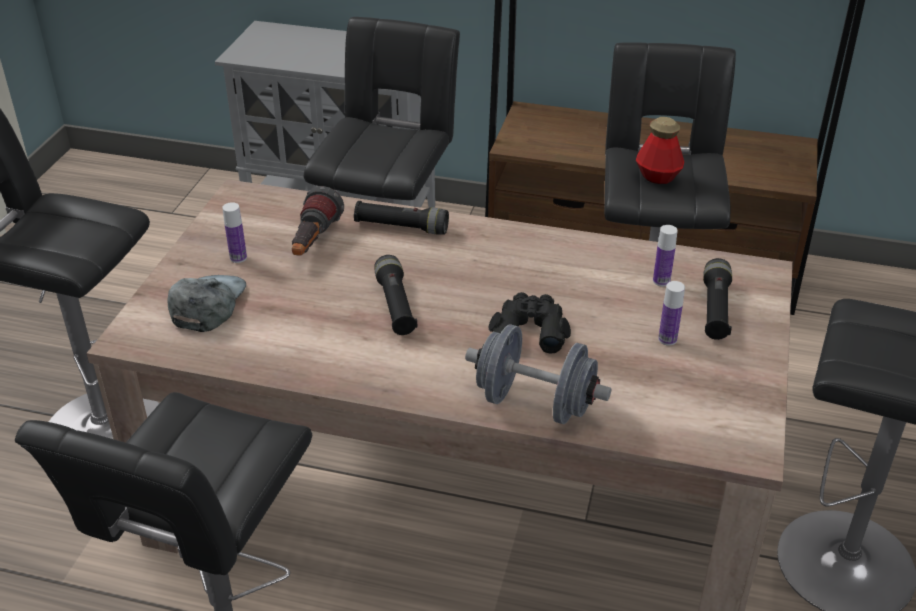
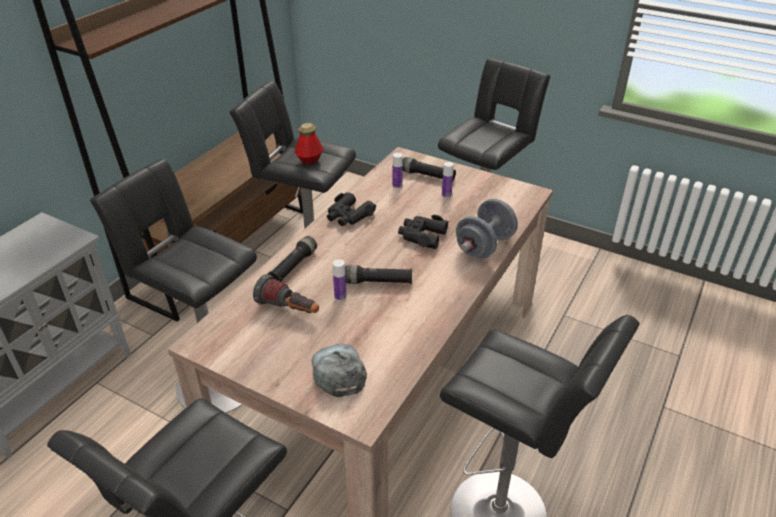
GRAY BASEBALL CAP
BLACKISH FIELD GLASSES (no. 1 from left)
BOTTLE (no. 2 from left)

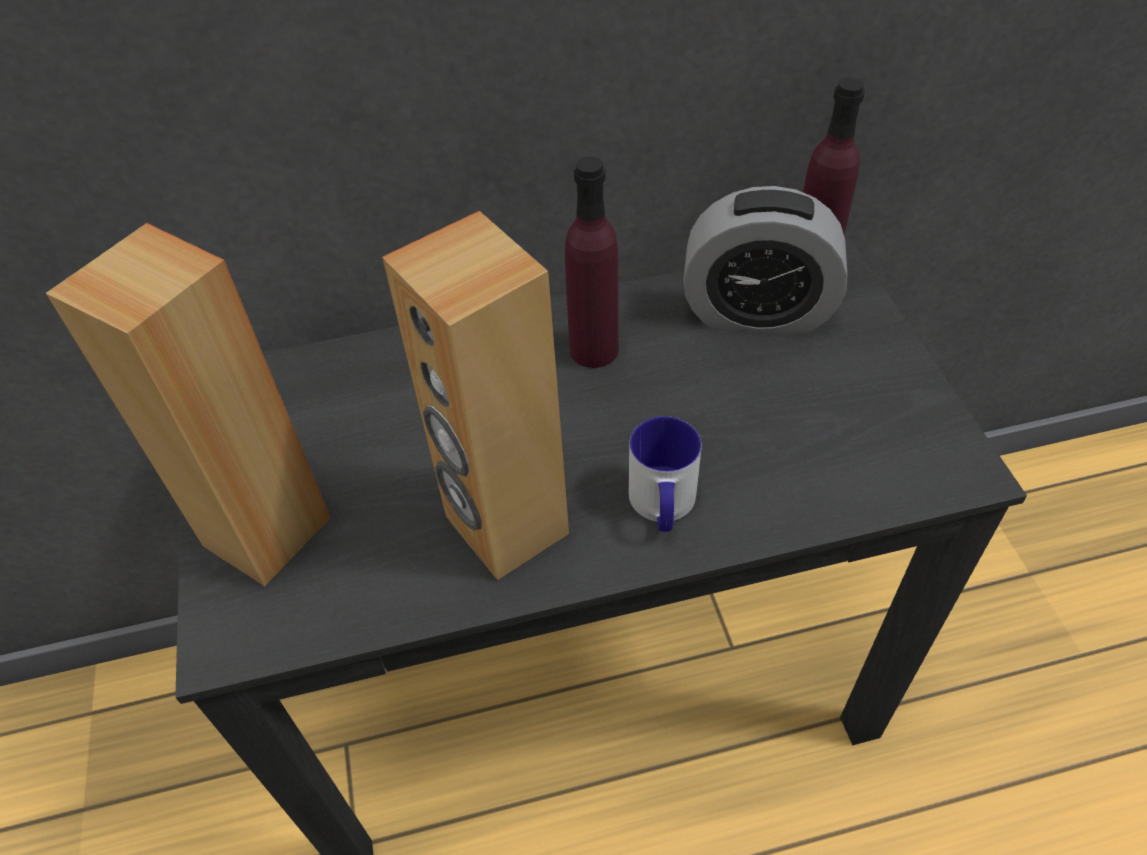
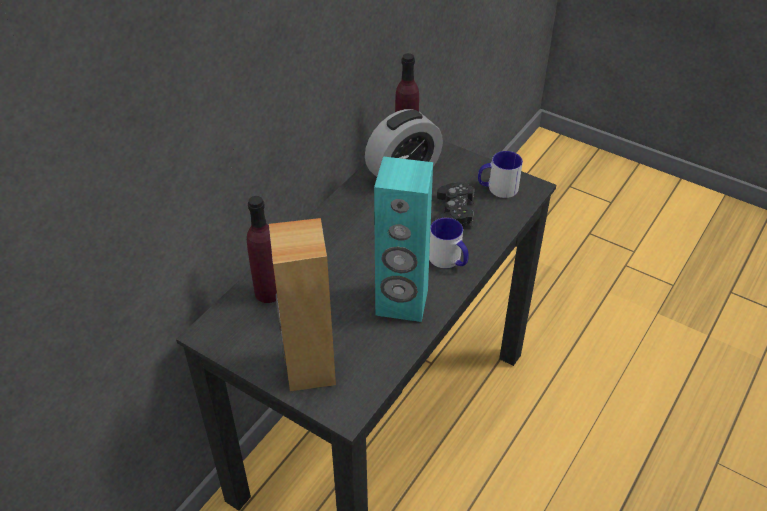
PURPLE-COLOURED BOTTLE (no. 1 from left)
TURQUOISE-COLOURED LOUDSPEAKER
BLACKISH GAME CONTROLLER
MUG (no. 2 from left)

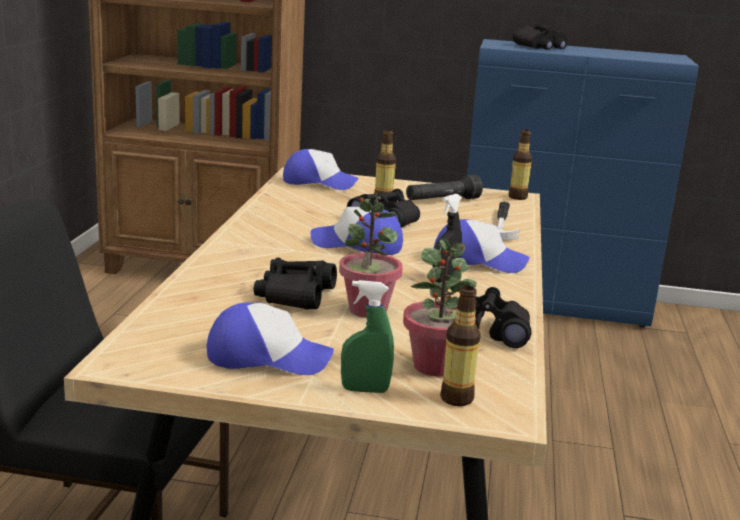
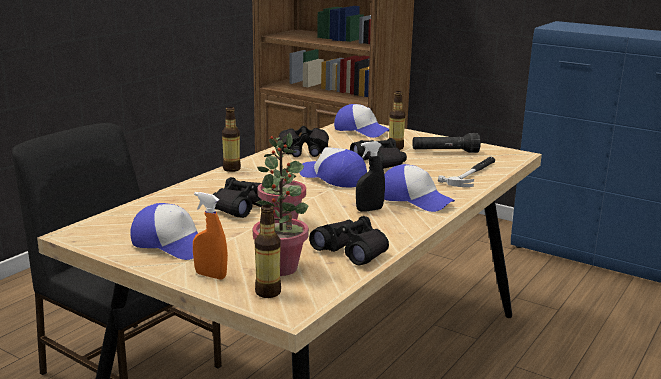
ORANGE-COLOURED SPRAYER
BOTTLE (no. 1 from left)
BLACKISH FIELD GLASSES (no. 2 from left)

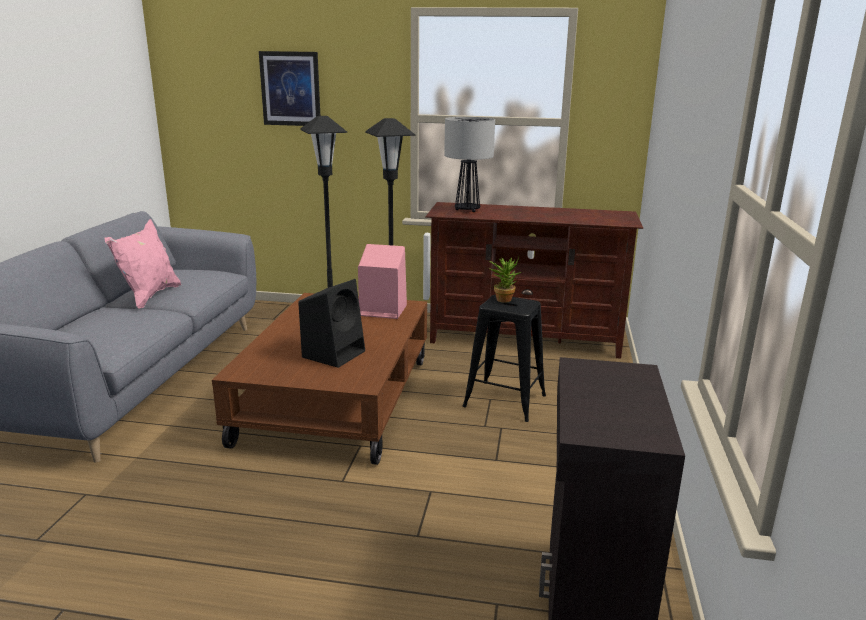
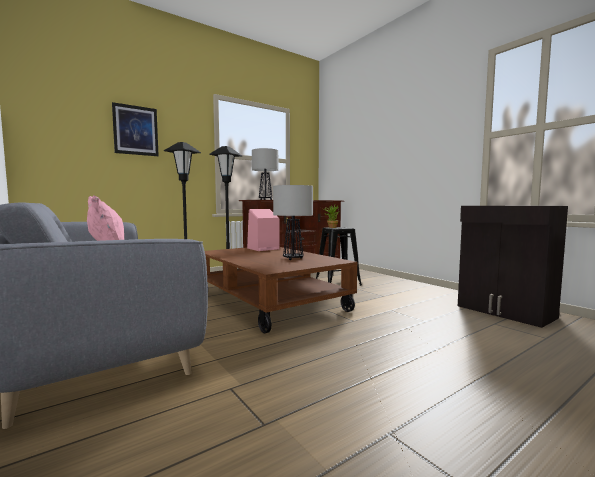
TABLE LAMP (no. 2 from left)

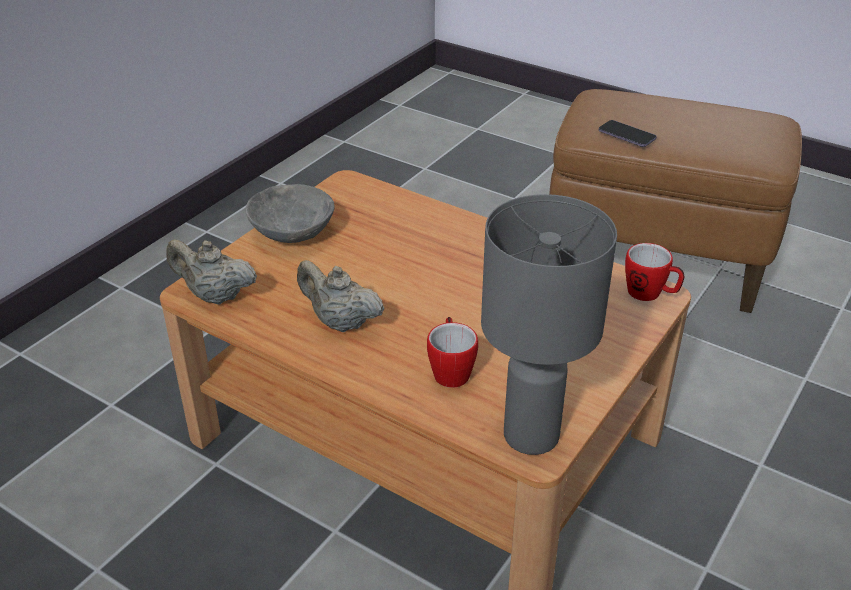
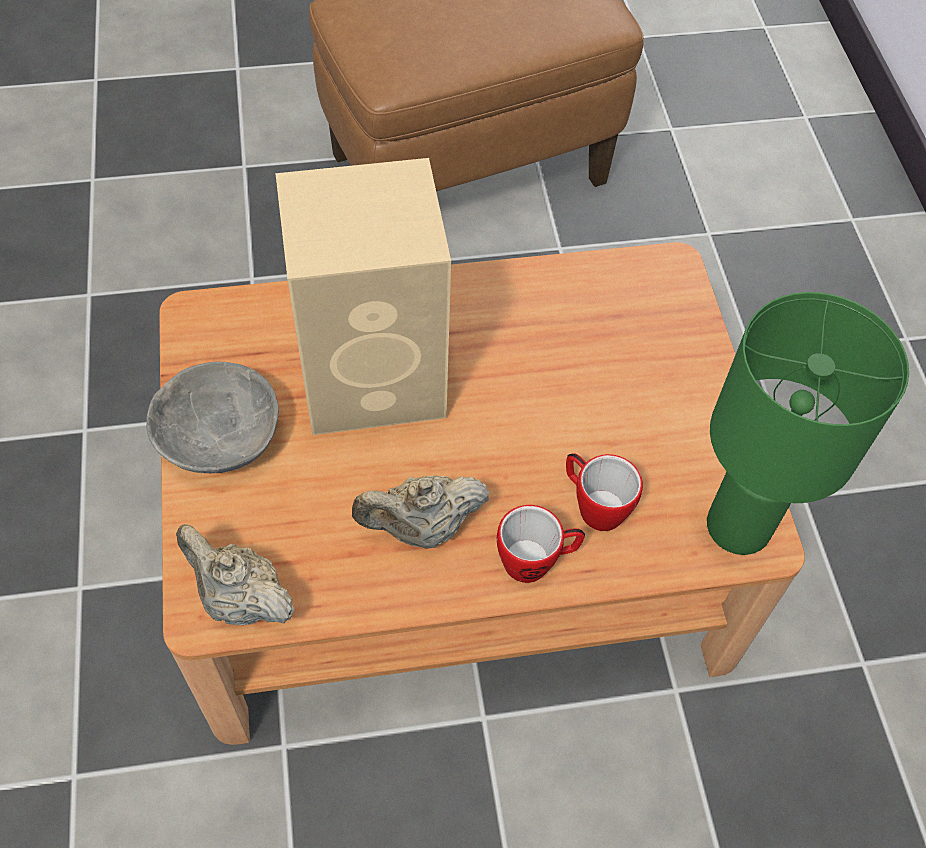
SAND-COLOURED TEAPOT (no. 1 from left)
SAND-COLOURED LOUDSPEAKER
MUG (no. 1 from left)
GREEN TABLE LAMP
TELEPHONE

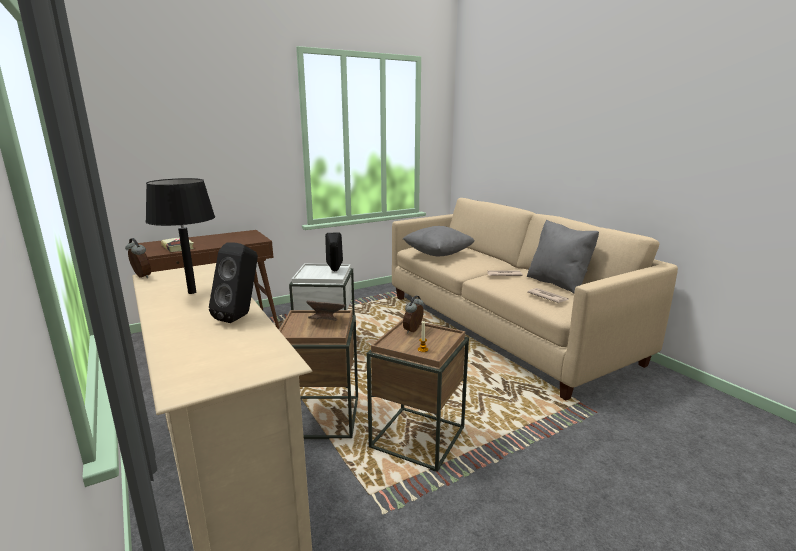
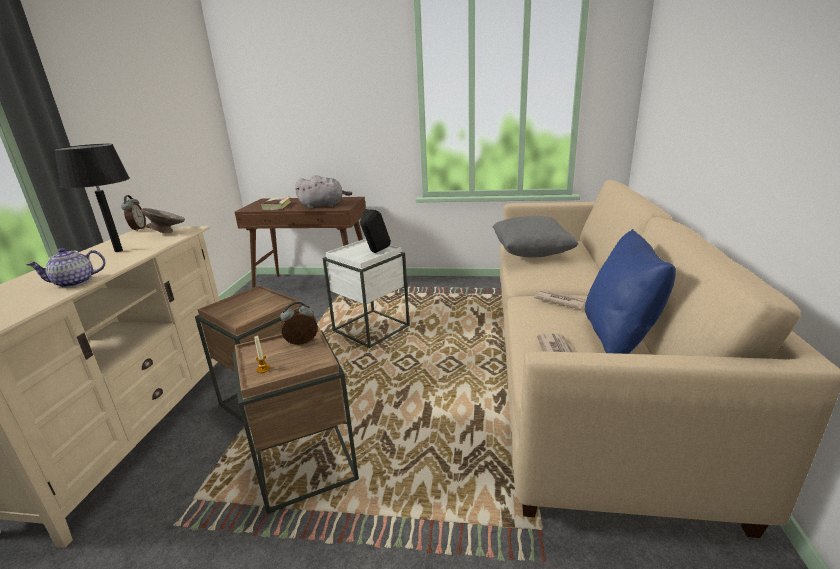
TEAPOT
GRAY DEEP DISH
GRAY CUDDLY TOY
BLUE CUSHION

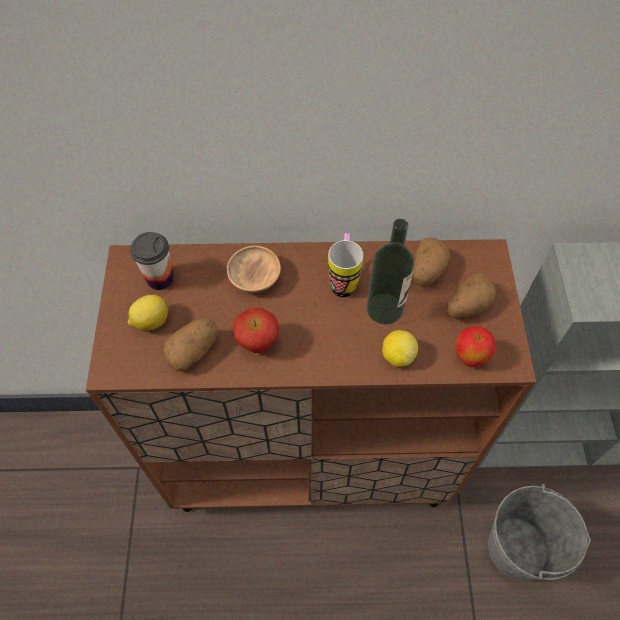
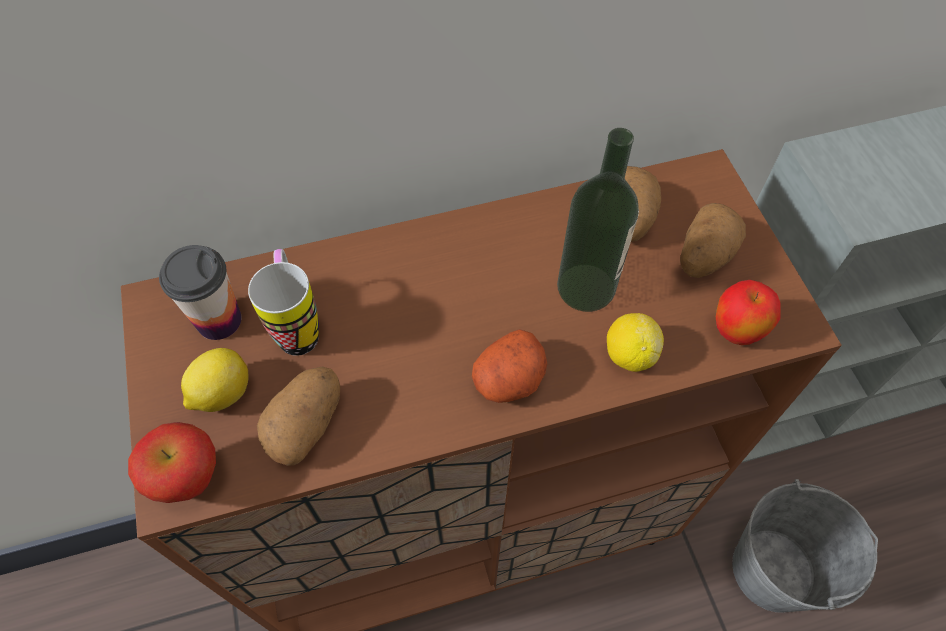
WHOLE APPLE (no. 1 from left)
MUG
POTATO (no. 2 from left)
BROWN DEEP DISH

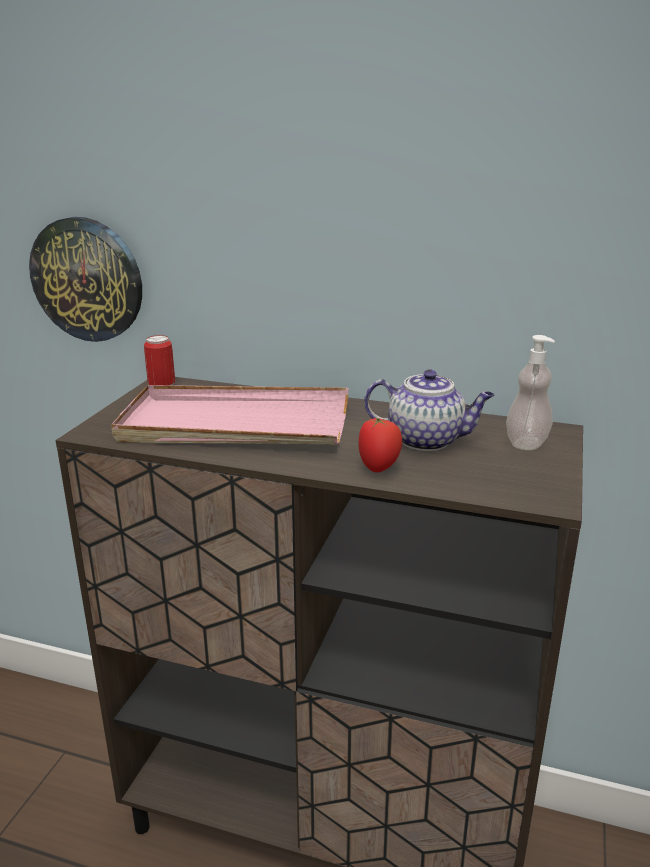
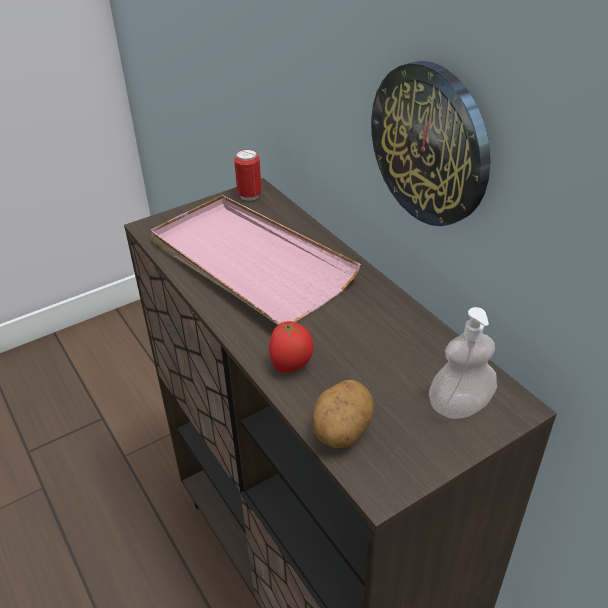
POTATO
HANGING CLOCK
TEAPOT

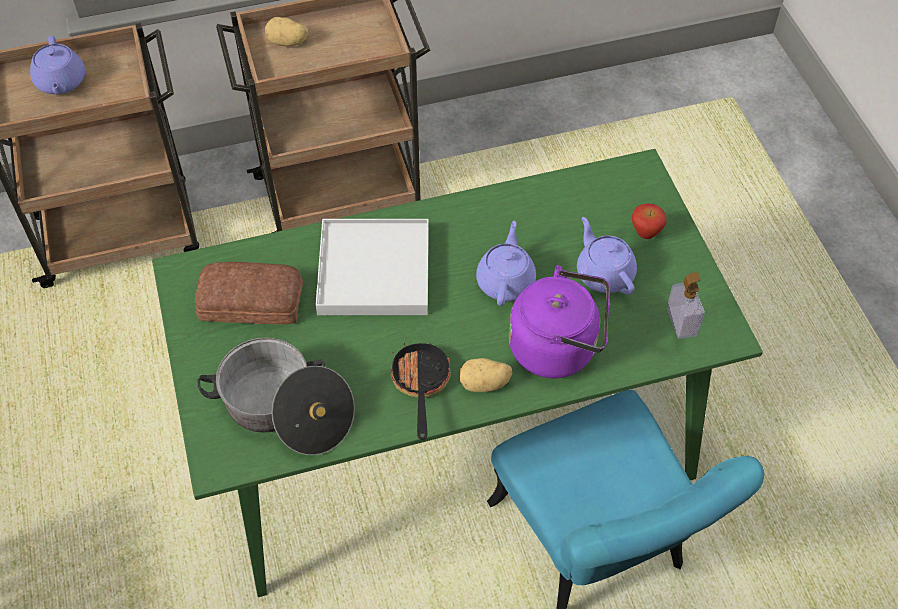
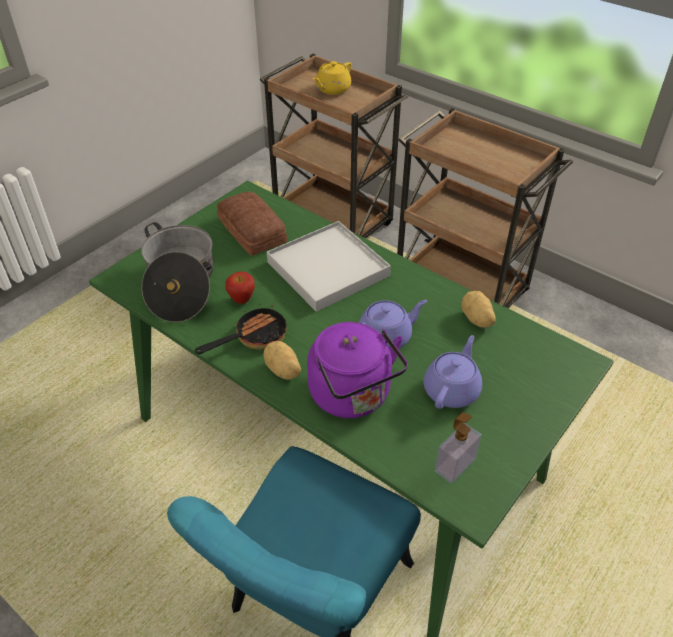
WHOLE APPLE
YELLOWISH TEAPOT
POTATO (no. 2 from left)

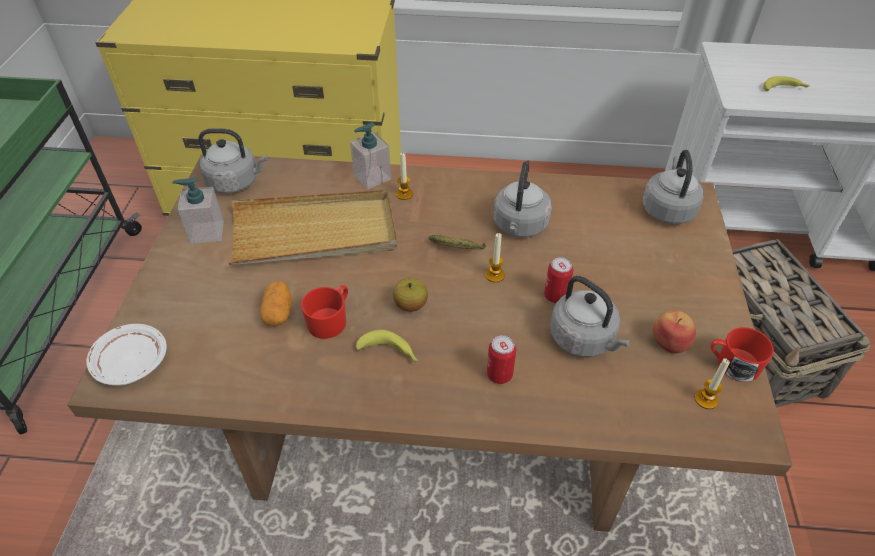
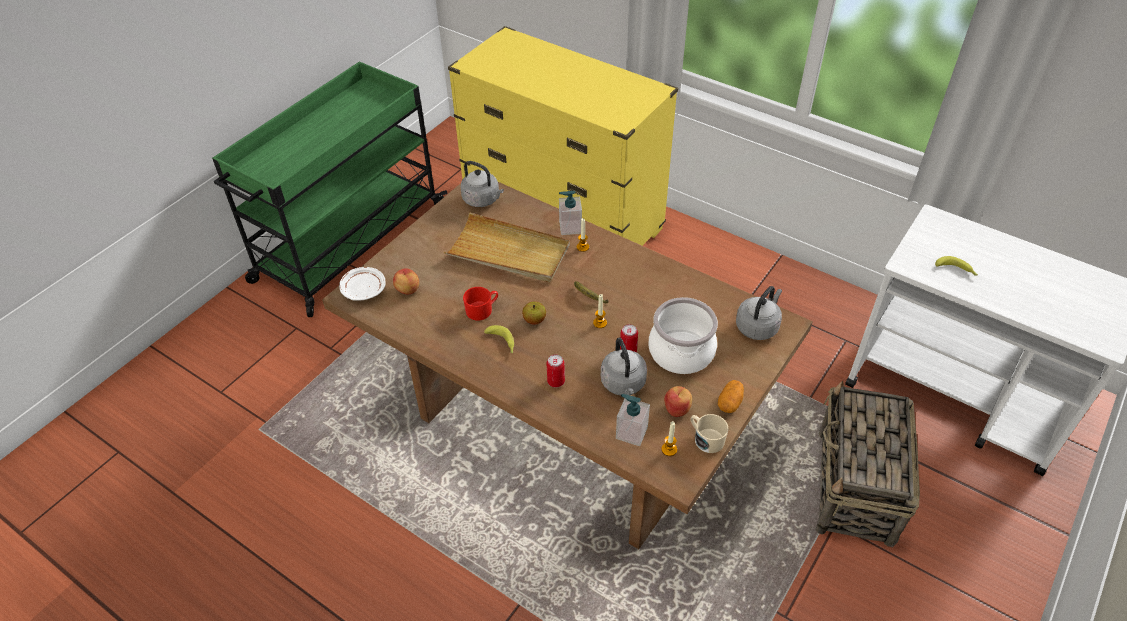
WHOLE APPLE (no. 1 from left)
LIQUID SOAP BOTTLE (no. 2 from left)
COOKING POT
SAND-COLOURED MUG
POTATO
GRAY WATER KETTLE (no. 2 from left in the first image)

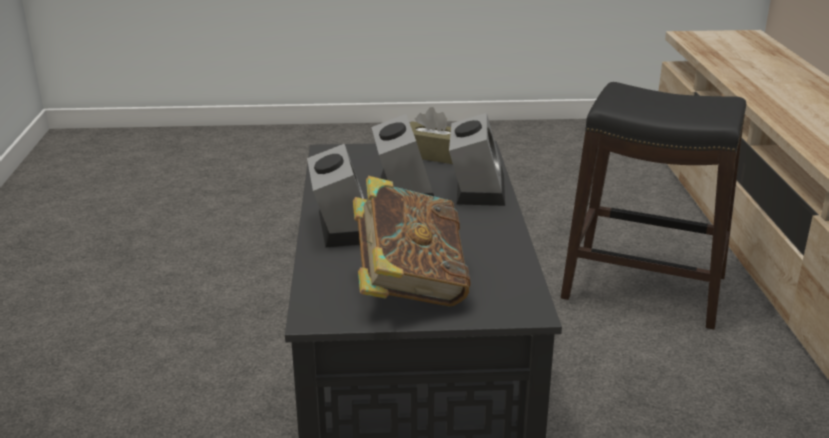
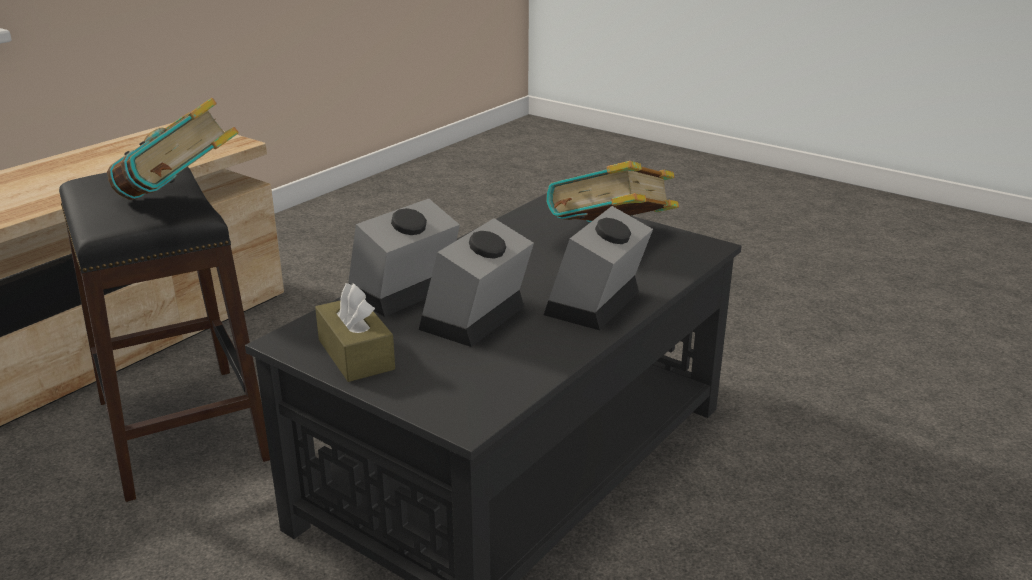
BOOK (no. 1 from left)

